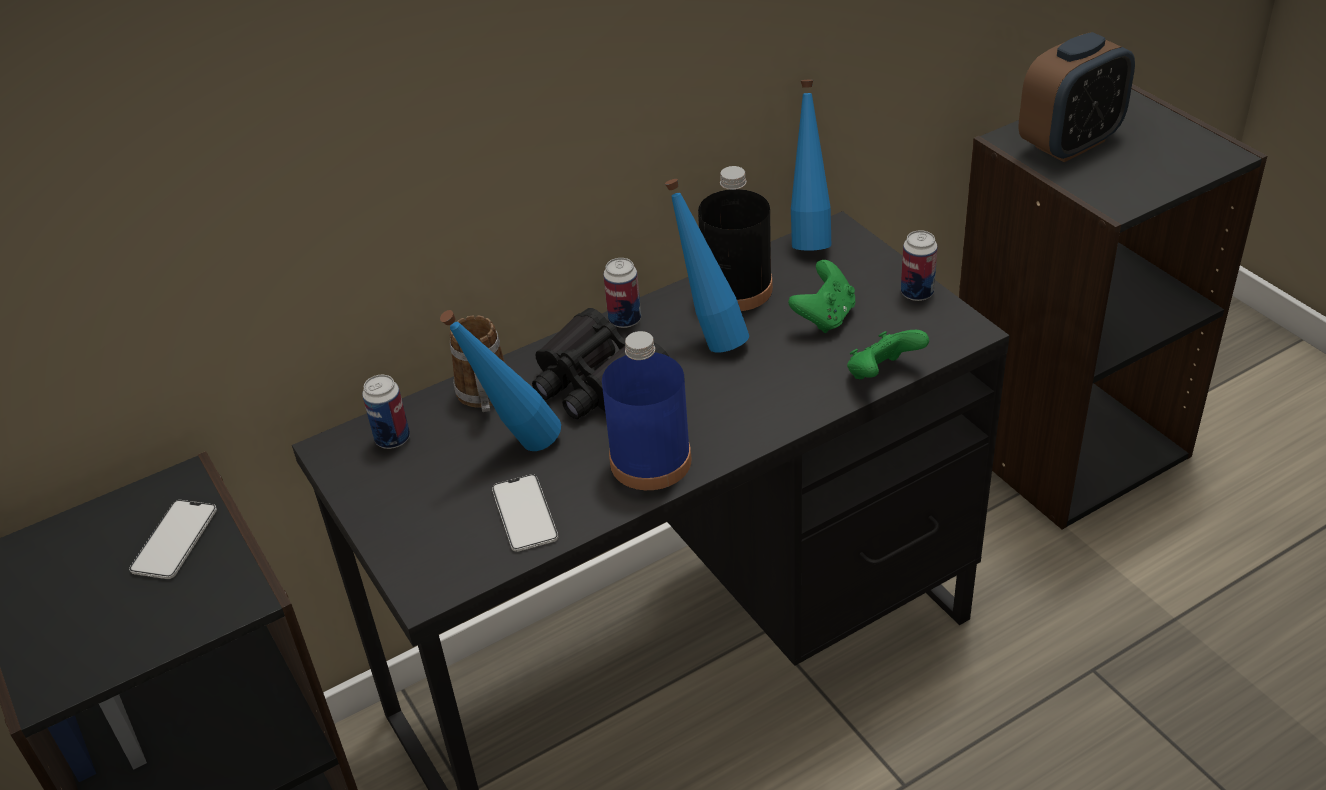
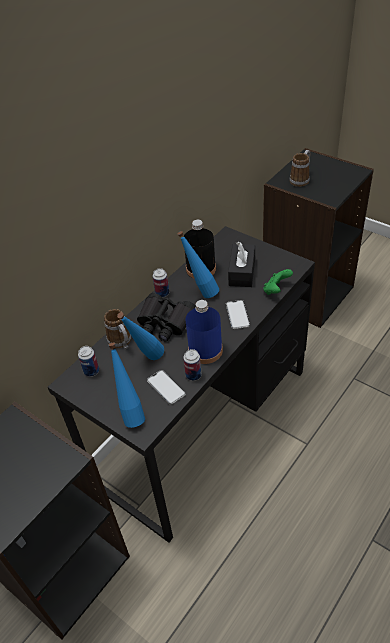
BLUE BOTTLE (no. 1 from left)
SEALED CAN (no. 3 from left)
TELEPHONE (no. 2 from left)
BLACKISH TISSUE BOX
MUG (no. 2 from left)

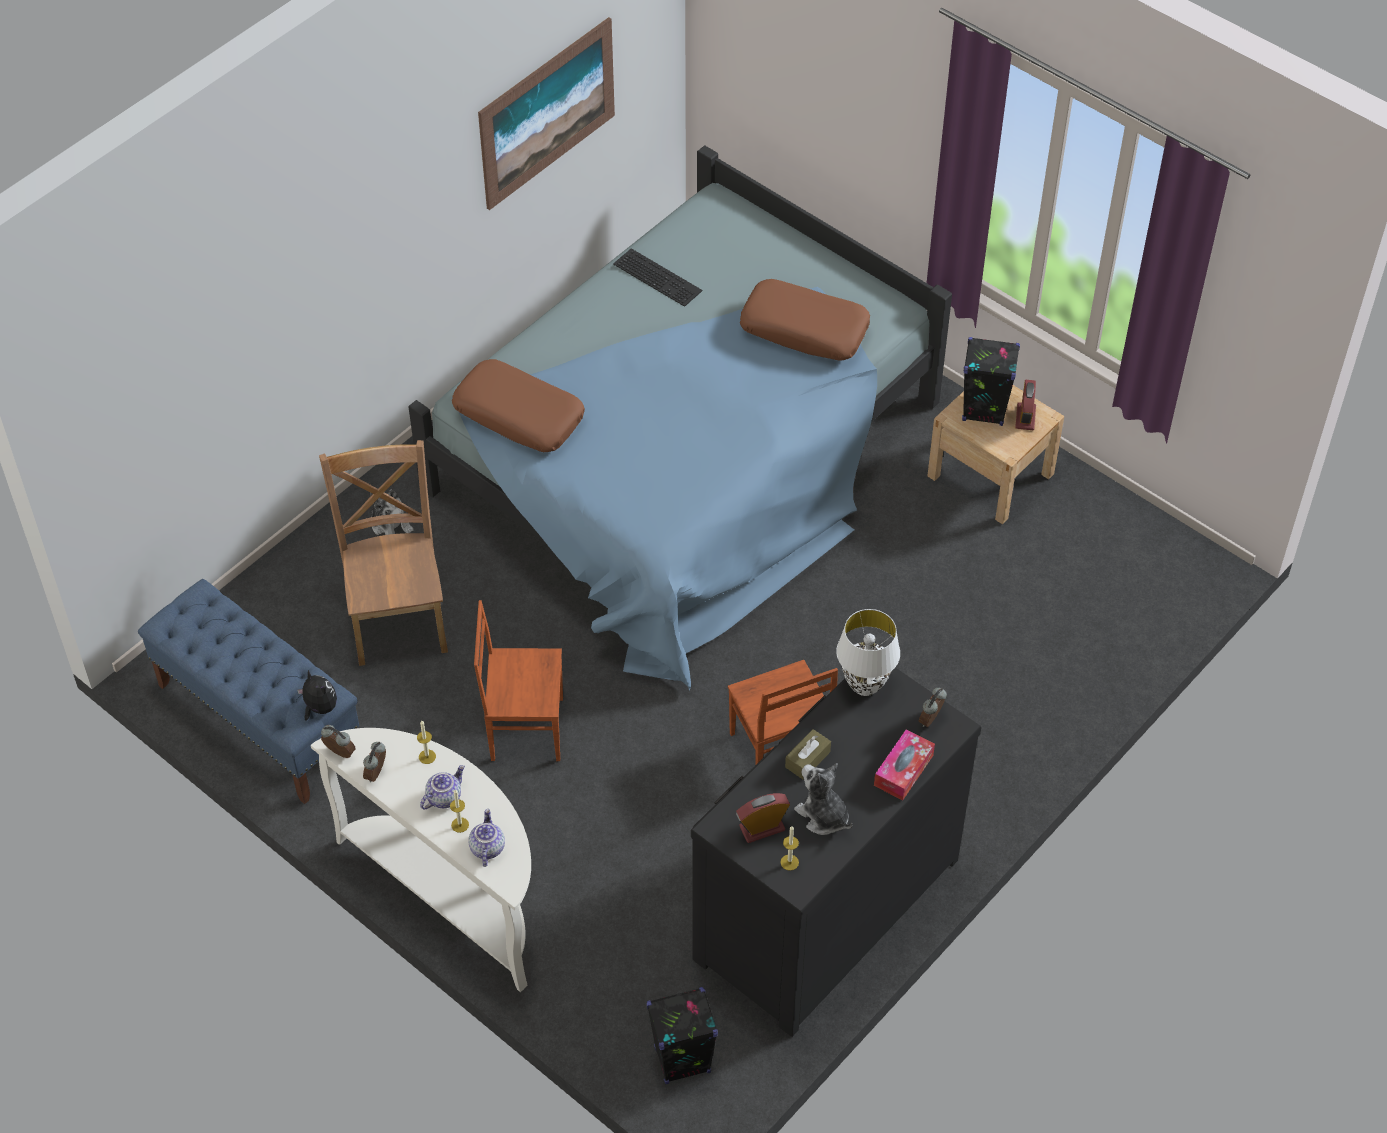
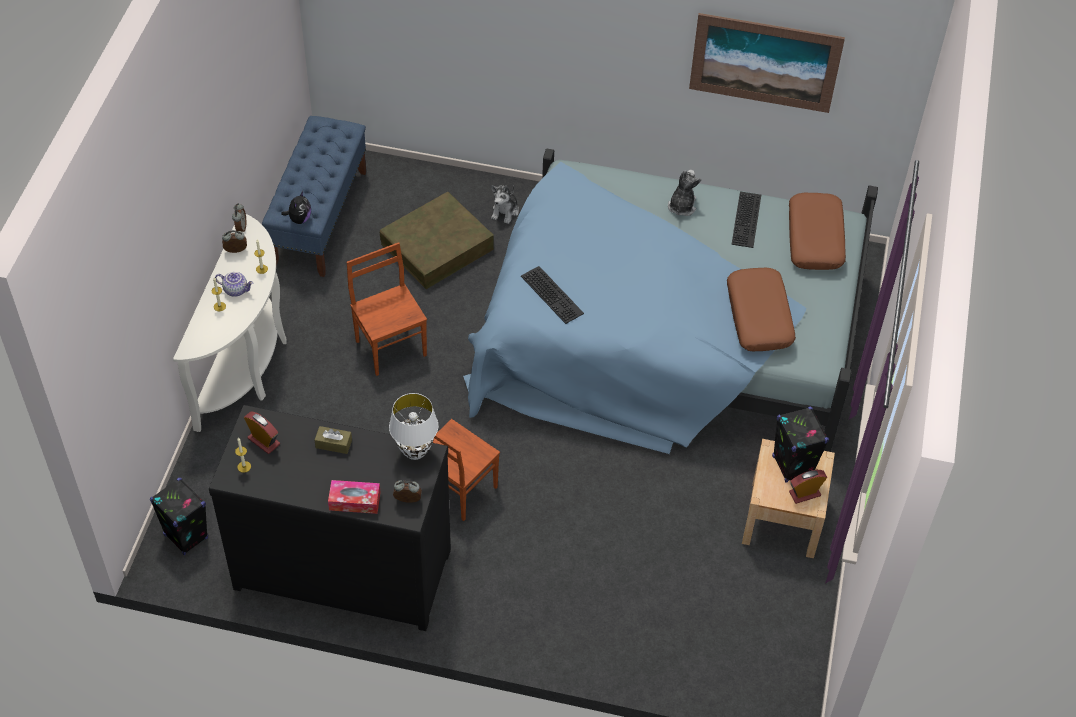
BROWN STORAGE BIN
PC KEYBOARD (no. 1 from left)
CUDDLY TOY (no. 3 from left)
BROWN CUSHION (no. 2 from left)
TEAPOT (no. 2 from left in the first image)

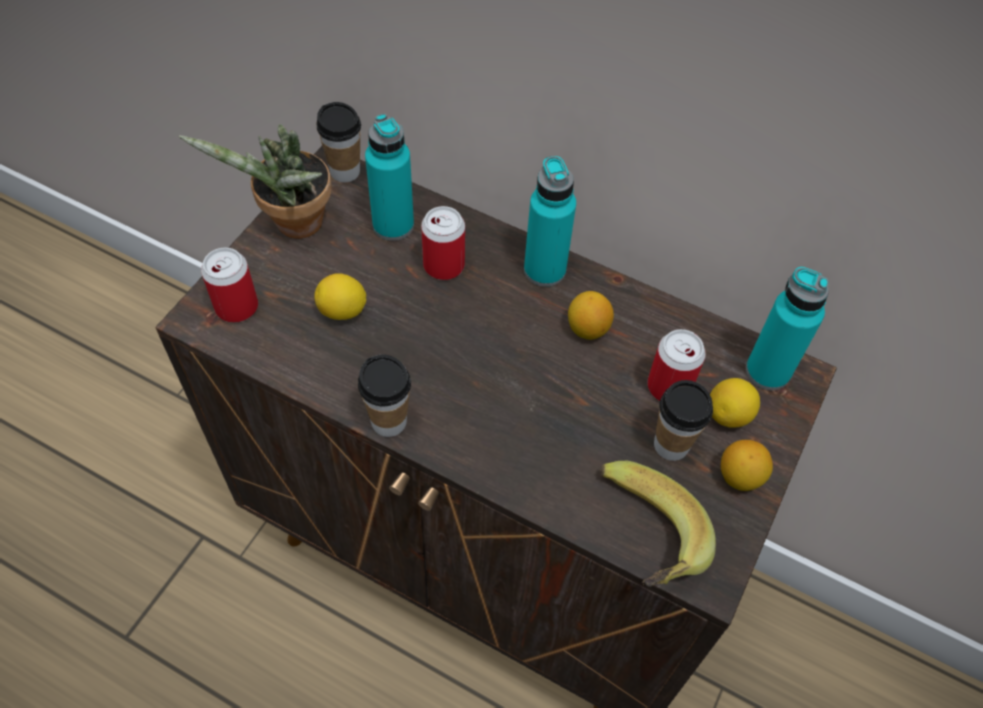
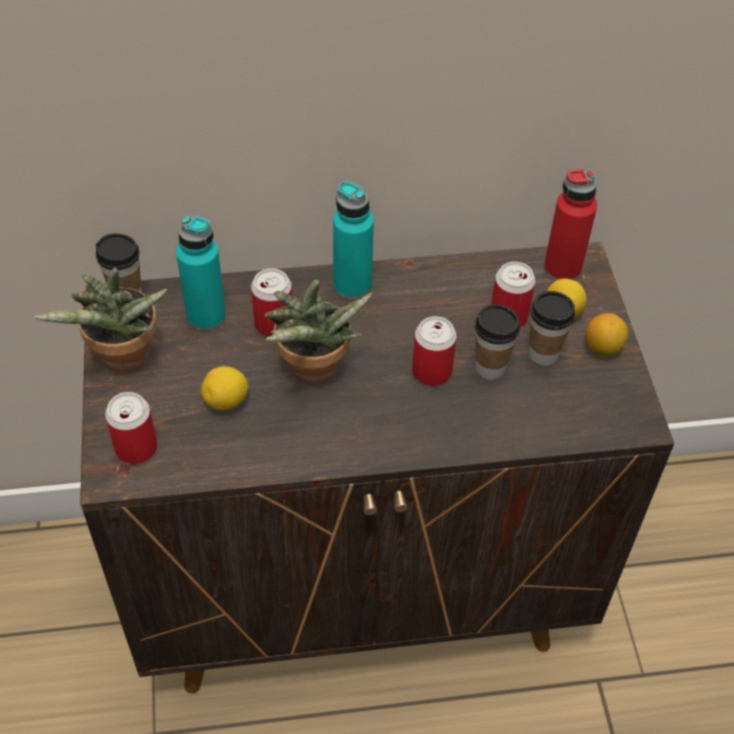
PLANT IN A POT (no. 2 from left)
SEALED CAN (no. 3 from left)
SMALL CUP (no. 2 from left)
RED BOTTLE
CITRUS FRUIT (no. 2 from left in the first image)
WHOLE BANANA

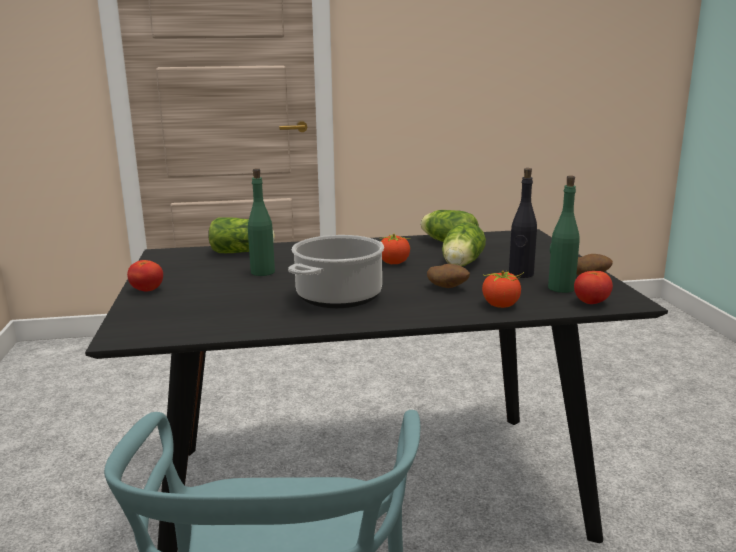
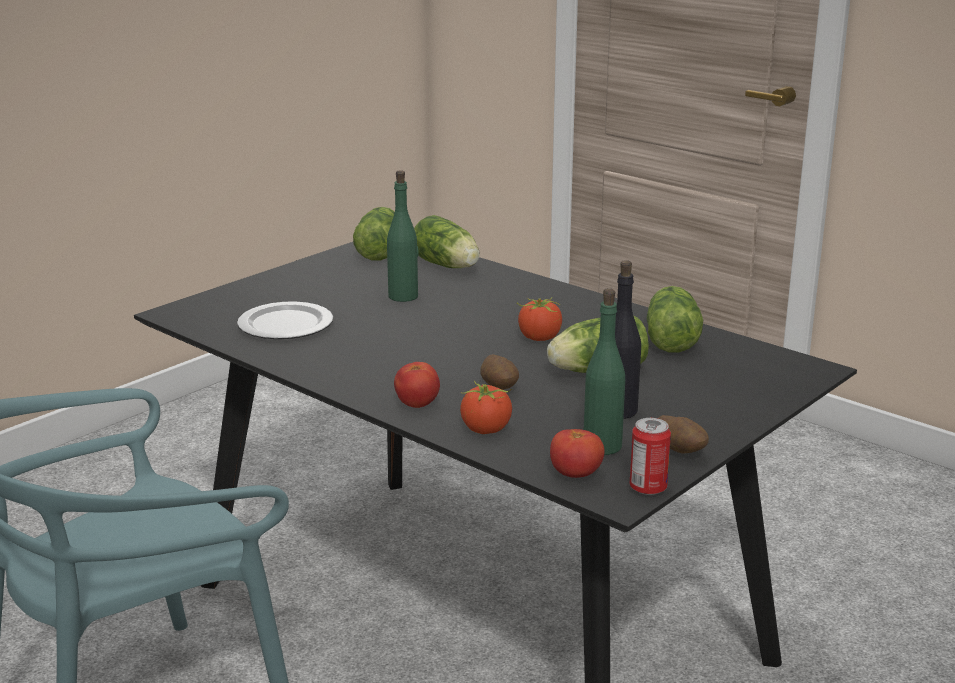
FLAT DISH
LETTUCE (no. 1 from left)
WHOLE TOMATO (no. 1 from left)
SEALED CAN
COOKING POT

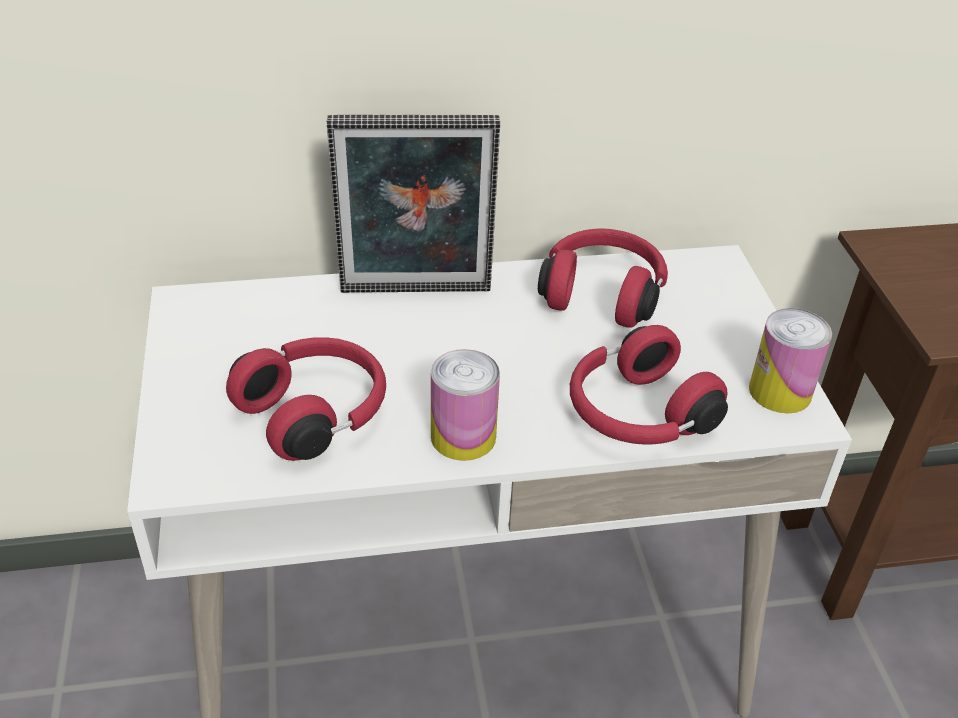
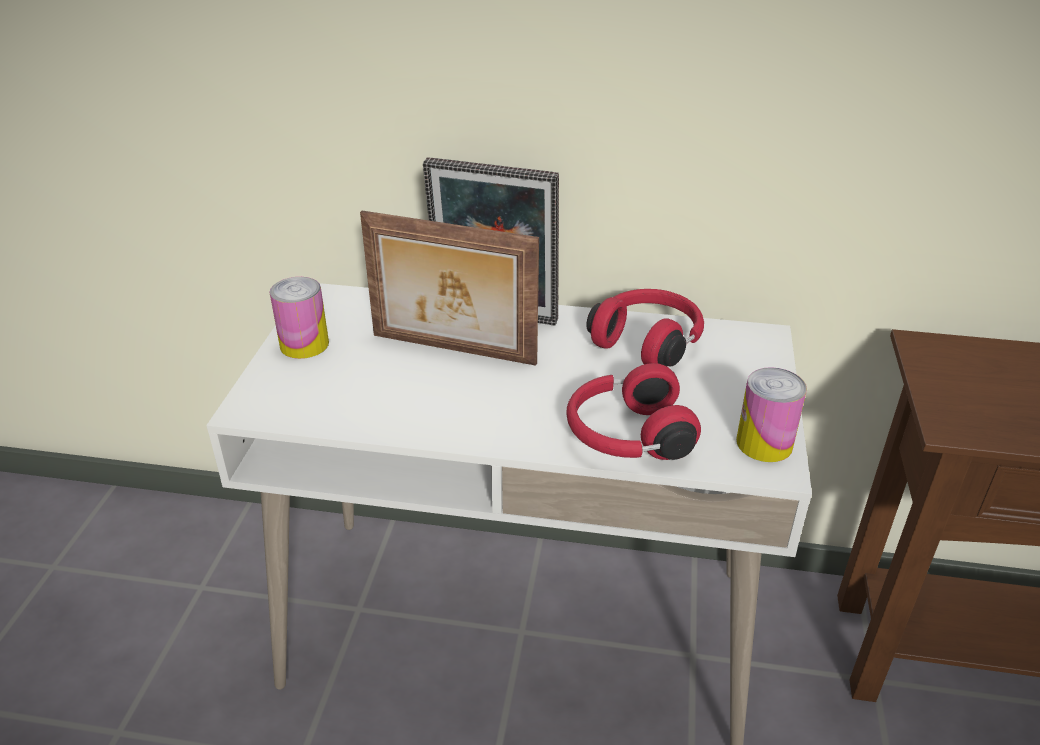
SEALED CAN (no. 1 from left)
PICTURE FRAME (no. 1 from left)
RED HEADSET (no. 1 from left in the first image)

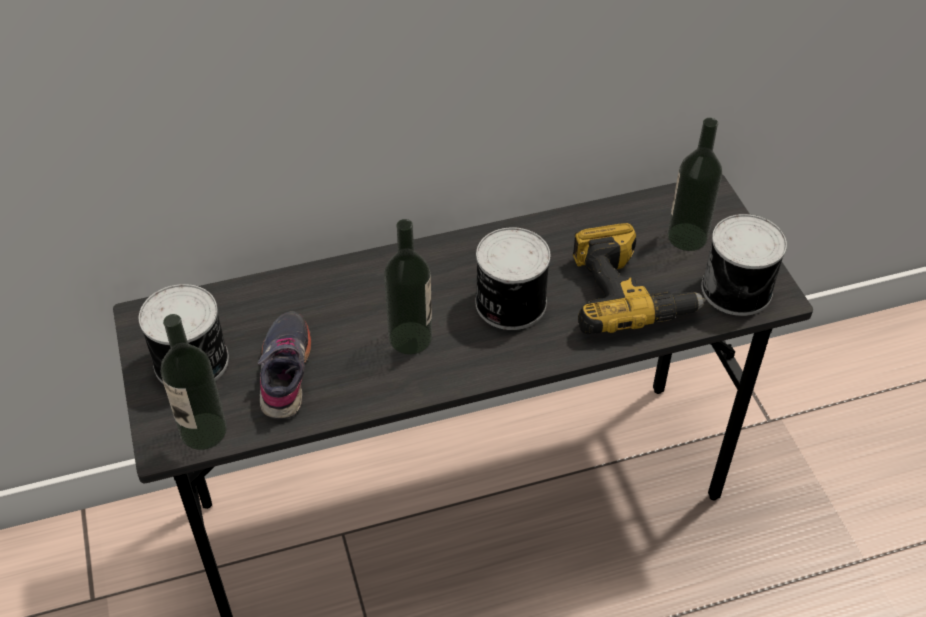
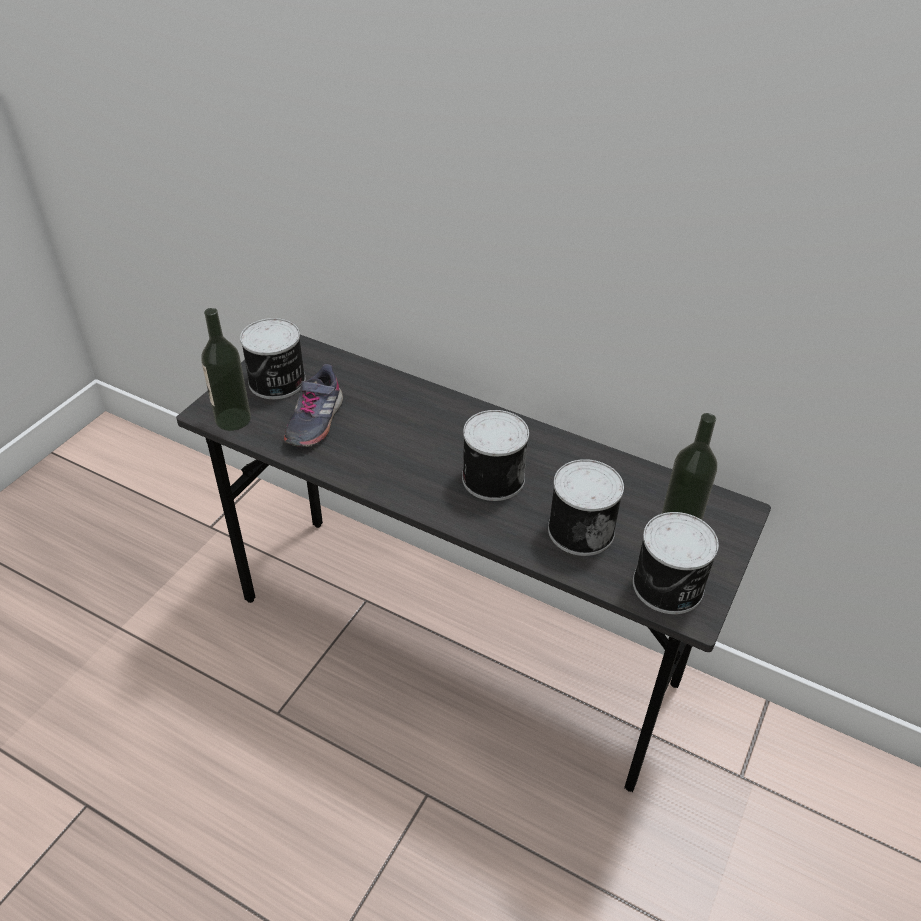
GRAY SHOE
SEALED CAN (no. 3 from left)
BOTTLE (no. 2 from left in the first image)

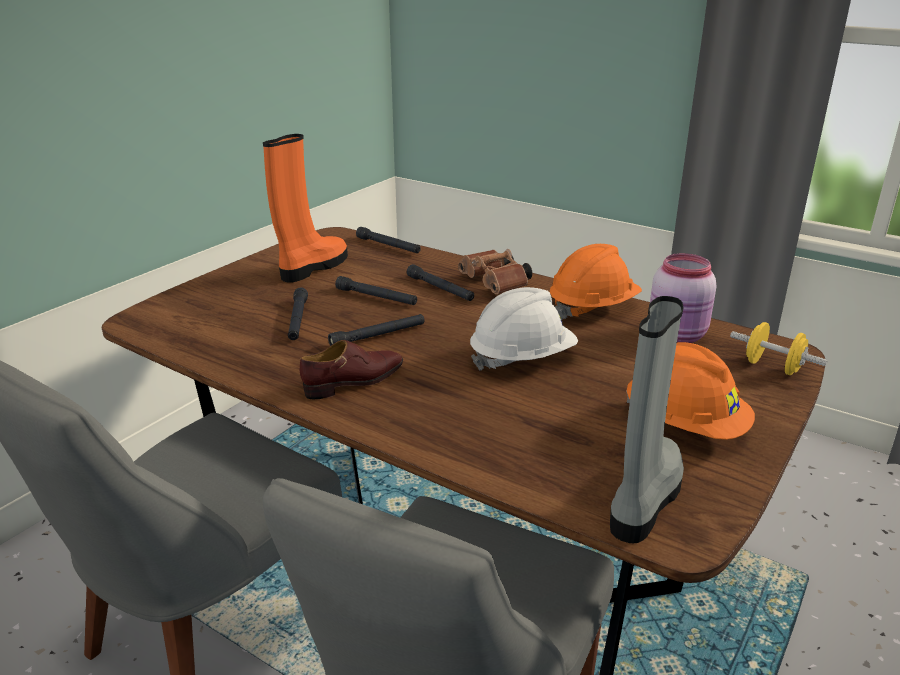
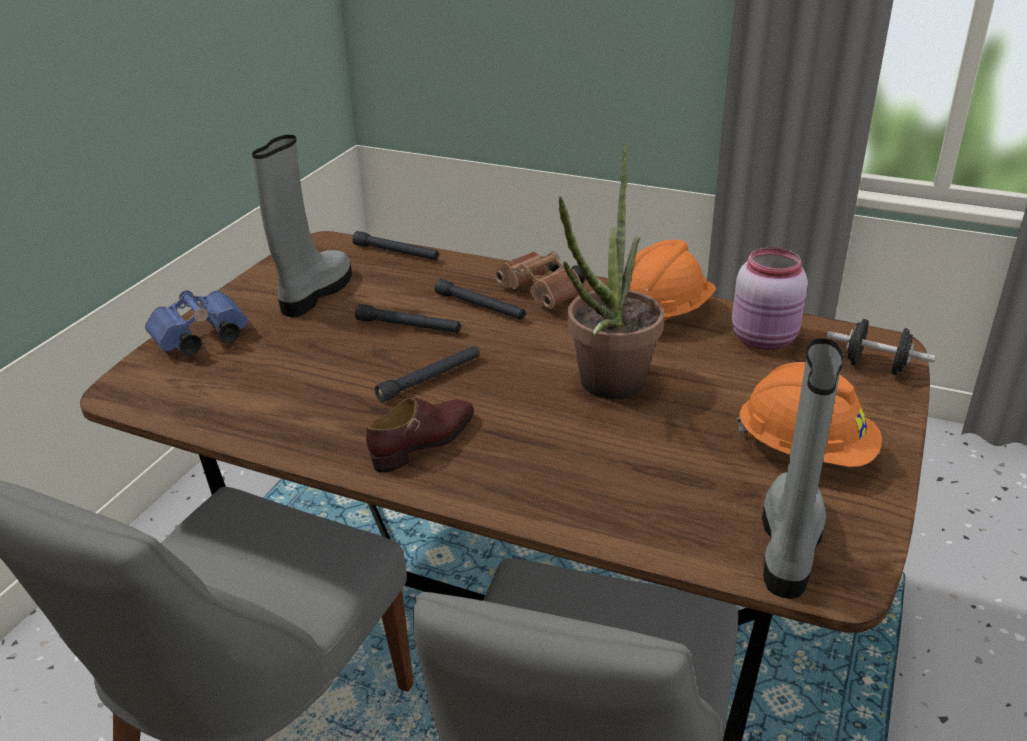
BLUE FIELD GLASSES
GRAY HIGH-TOP BOOT (no. 1 from left)
PLANT IN A POT
BLACKISH FREE WEIGHT
BLACKISH TORCH (no. 1 from left in the first image)

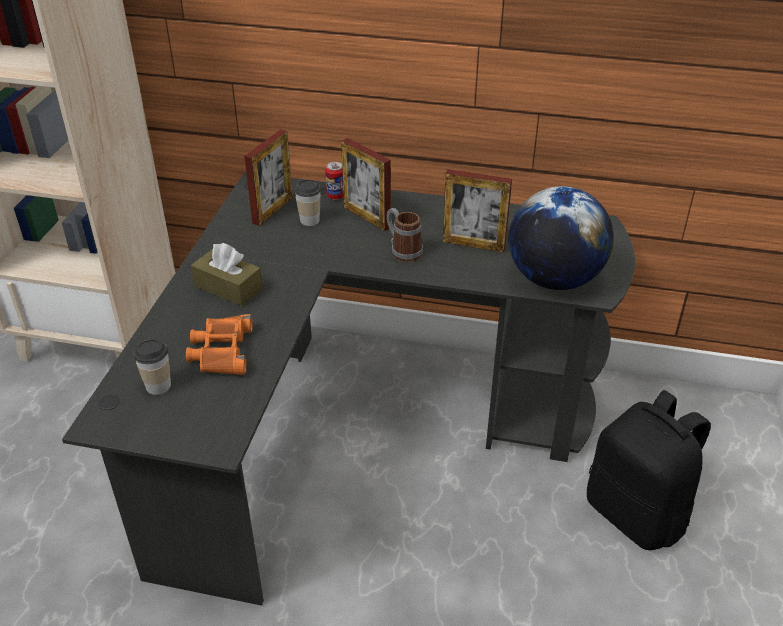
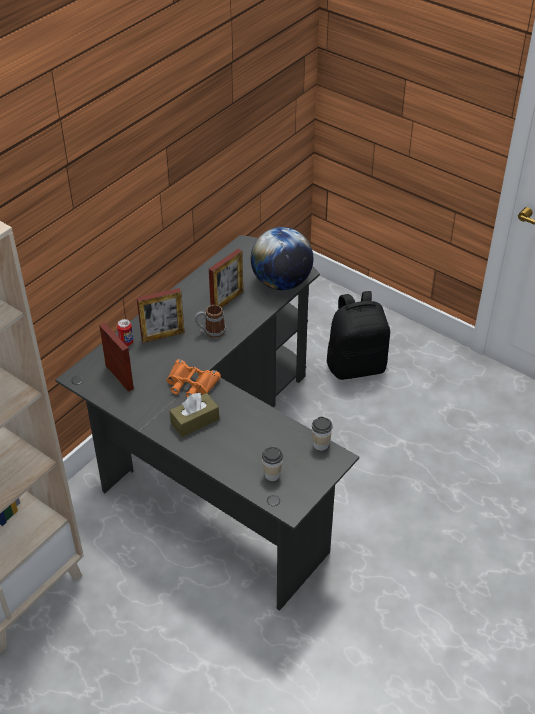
ORANGE-COLOURED FIELD GLASSES
SMALL CUP (no. 2 from left)

